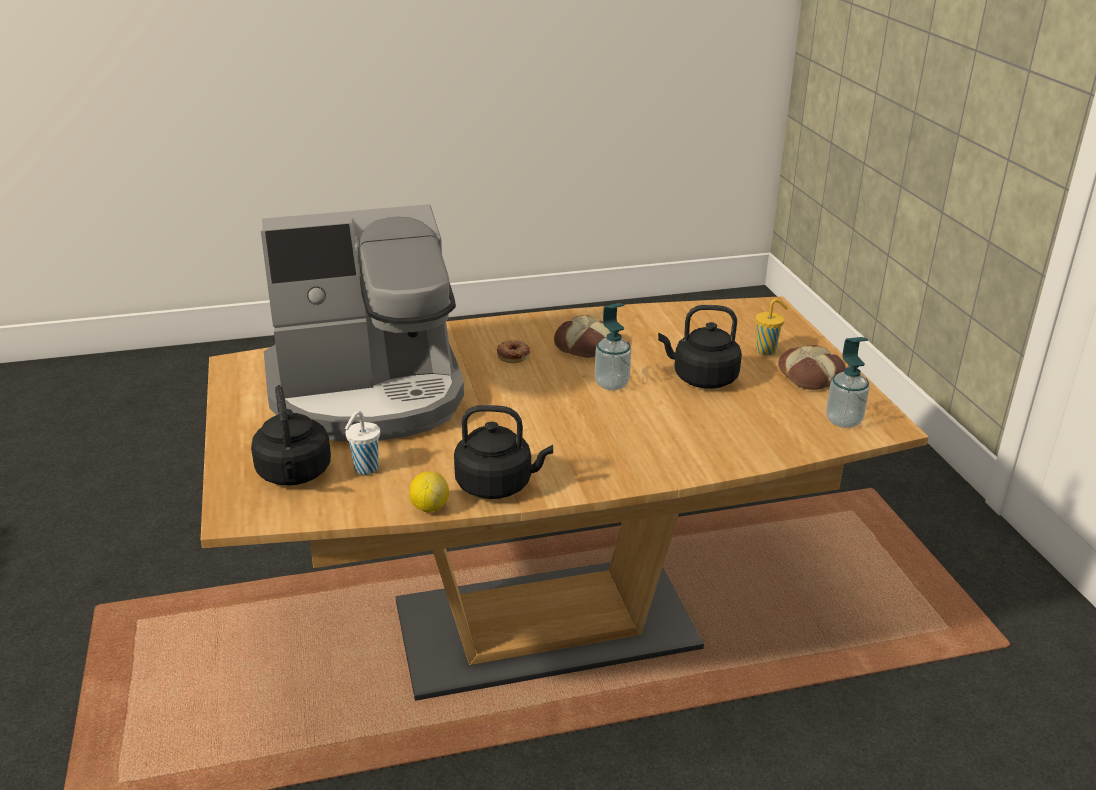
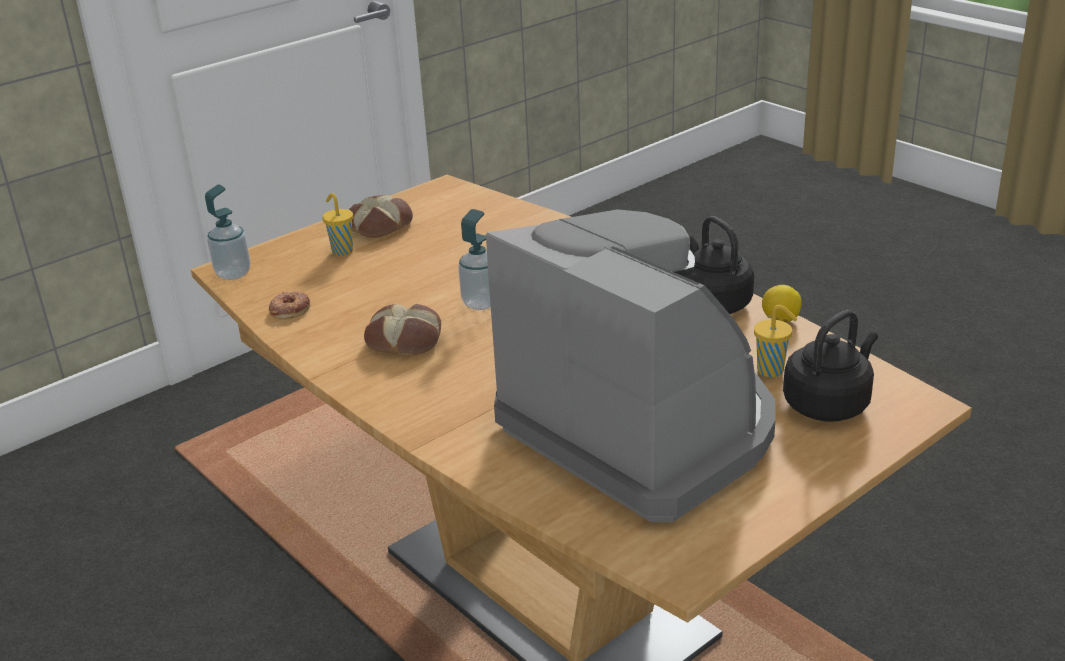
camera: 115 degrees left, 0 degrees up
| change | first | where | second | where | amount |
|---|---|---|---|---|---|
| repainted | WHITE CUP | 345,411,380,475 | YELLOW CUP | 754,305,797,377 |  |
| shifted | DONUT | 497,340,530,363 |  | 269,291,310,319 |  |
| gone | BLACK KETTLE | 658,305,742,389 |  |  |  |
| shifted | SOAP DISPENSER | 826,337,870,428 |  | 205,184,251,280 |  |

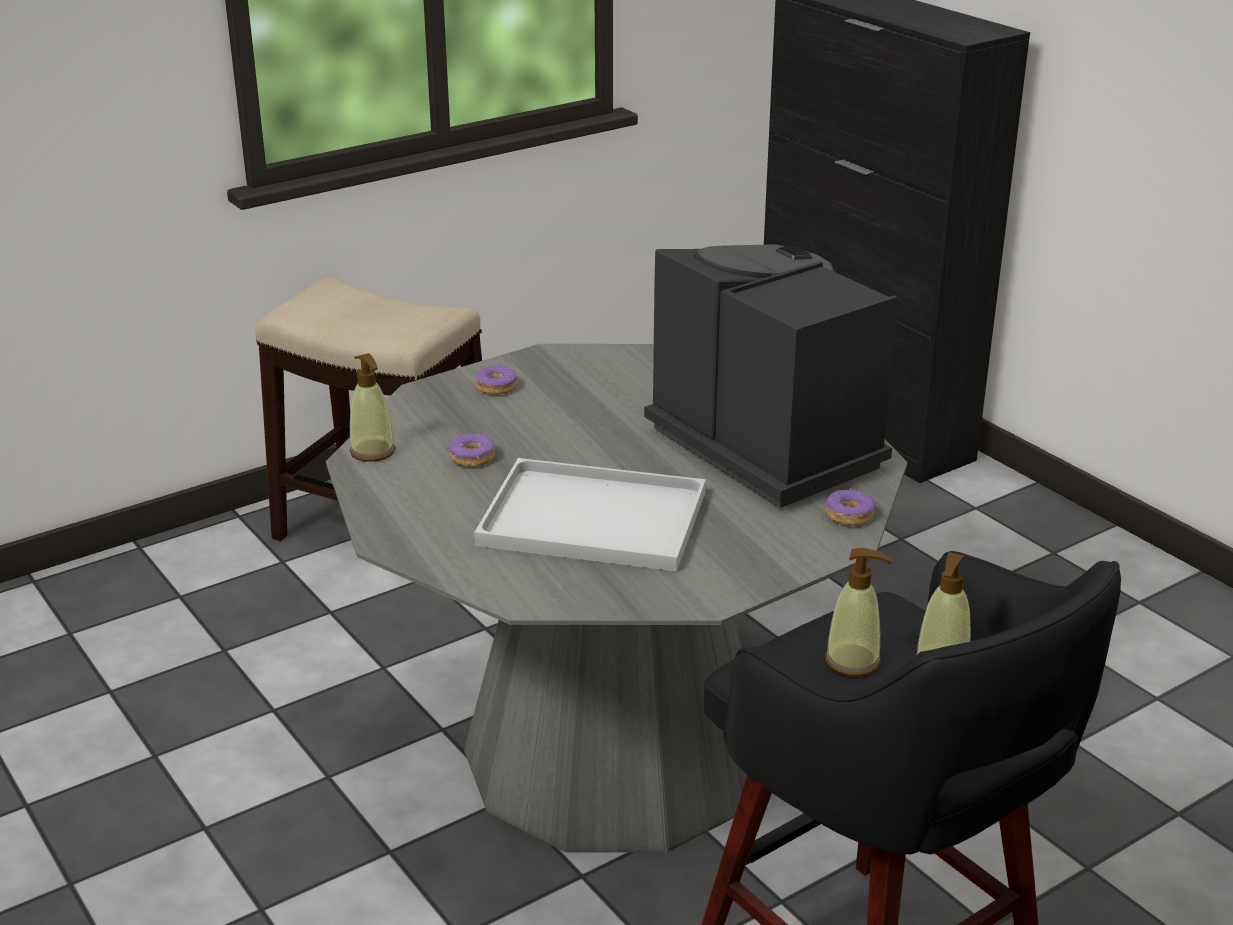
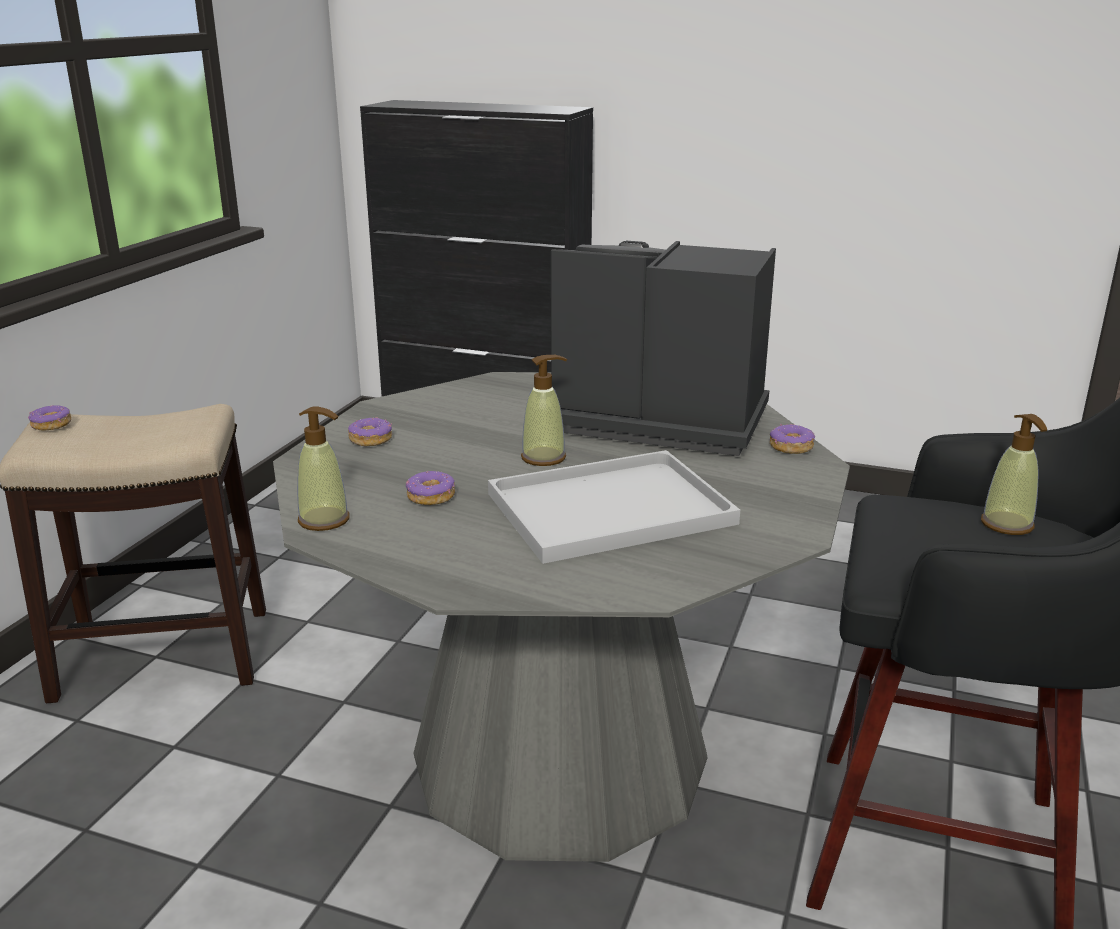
camera: 35 degrees left, 5 degrees down
| change | first | where | second | where | amount |
|---|---|---|---|---|---|
| shifted | SOAP DISPENSER | 825,548,893,677 |  | 521,355,567,466 |  |
| new |  |  | DONUT | 28,405,71,431 |  |

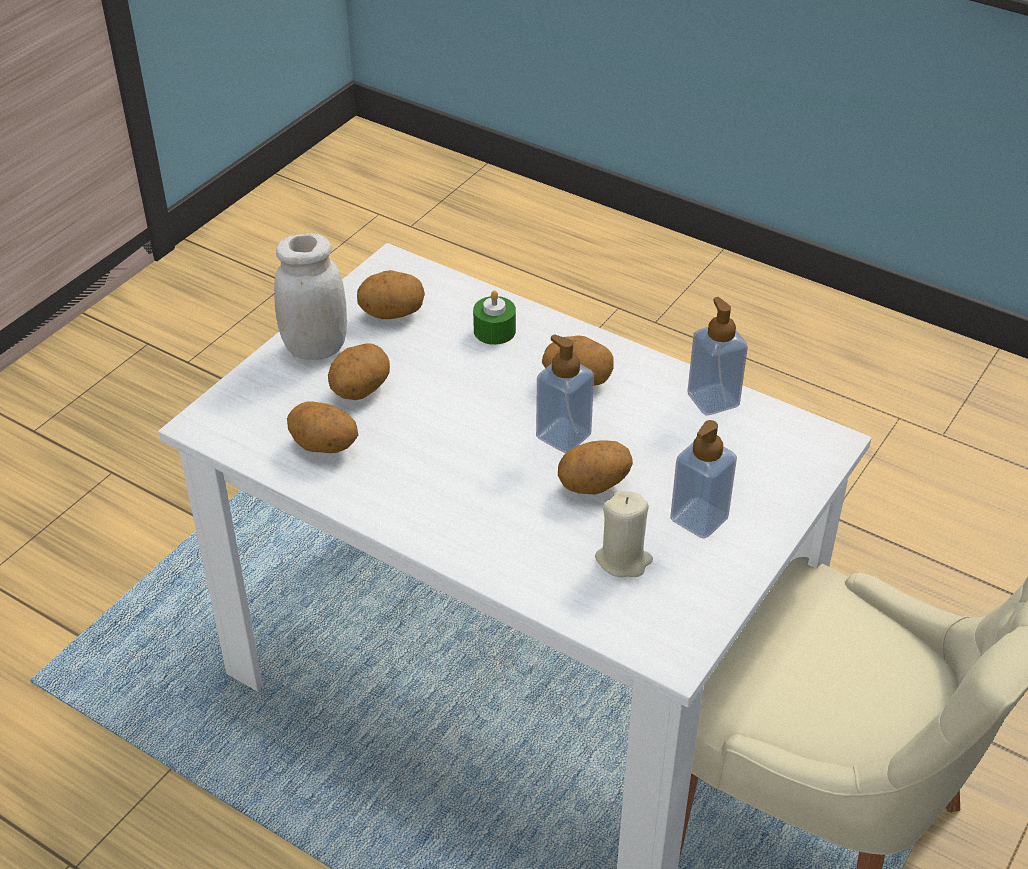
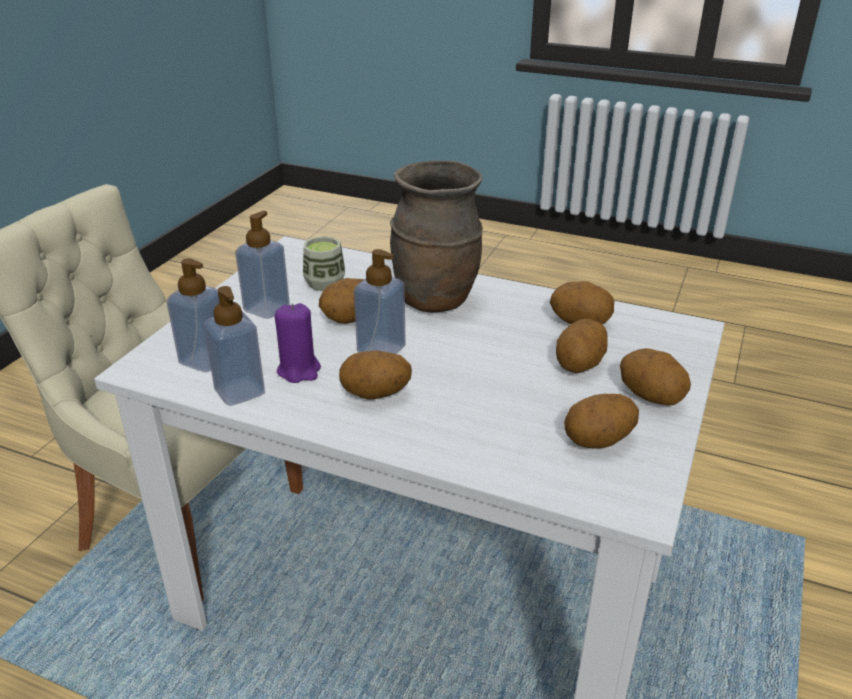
camera: 170 degrees right, 10 degrees down
| change | first | where | second | where | amount |
|---|---|---|---|---|---|
| swapped | WHITE JAR | 274,234,347,360 | POTATO | 620,348,691,406 |  |
| gone | GREEN CANDLE | 473,290,516,345 |  |  |  |
| swapped | BEIGE CANDLE | 595,491,653,577 | CUP | 303,236,345,291 |  |
| new |  |  | SOAP DISPENSER | 166,258,220,372 |  |
| new |  |  | PURPLE CANDLE | 275,303,321,383 |  |
| new |  |  | BROWN VASE | 390,160,483,313 |  |

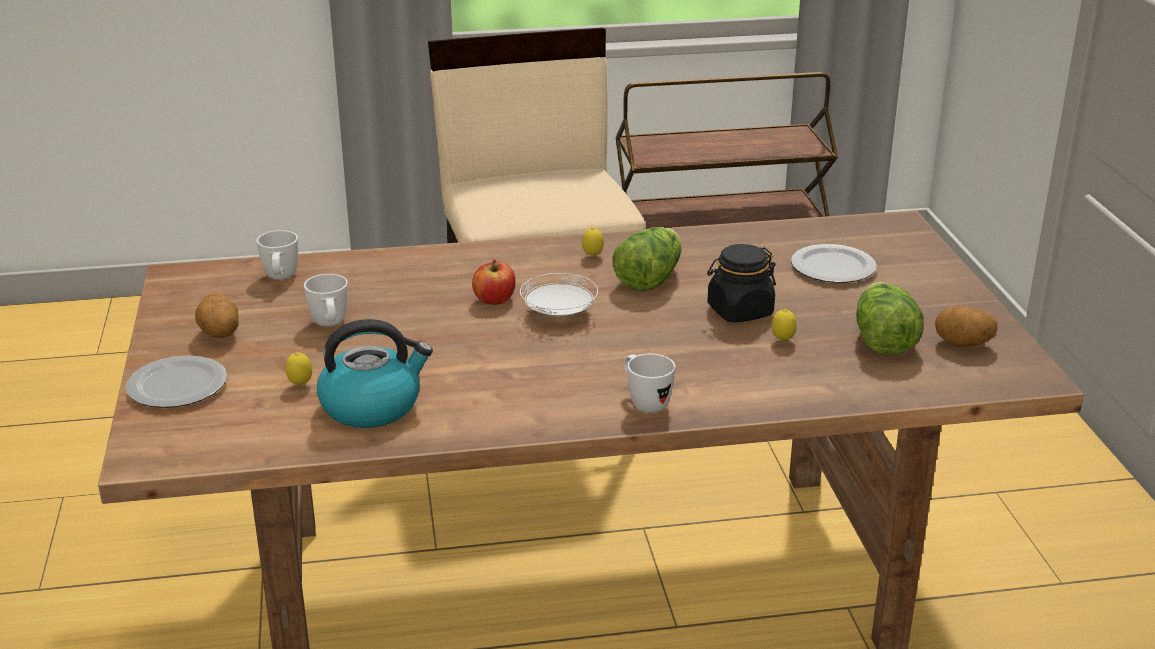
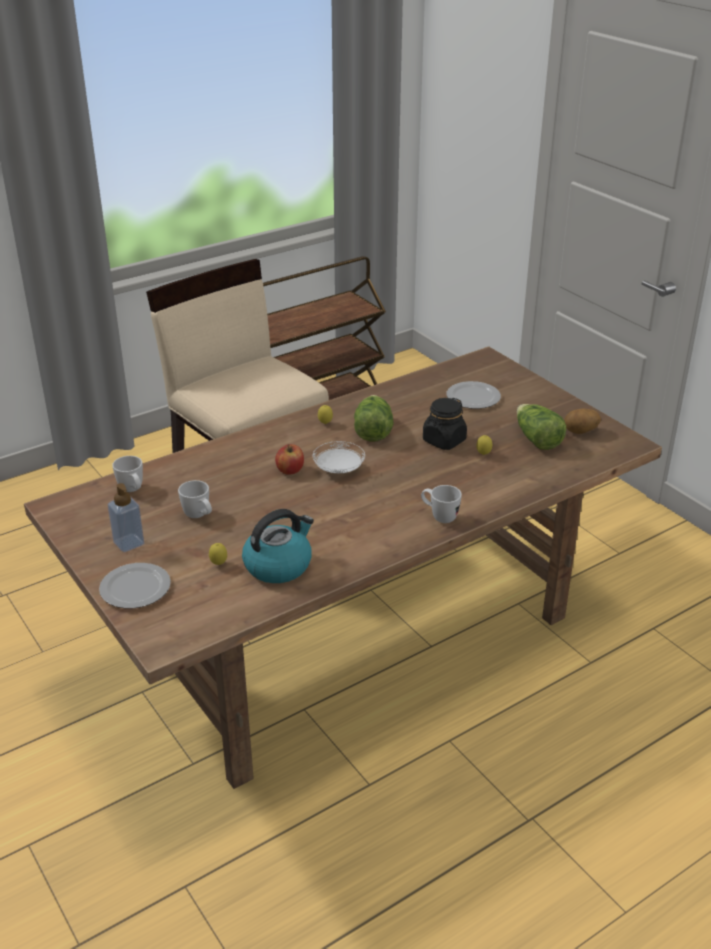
camera: 25 degrees left, 5 degrees up
| change | first | where | second | where | amount |
|---|---|---|---|---|---|
| swapped | POTATO | 195,294,239,338 | SOAP DISPENSER | 108,483,144,552 |  |

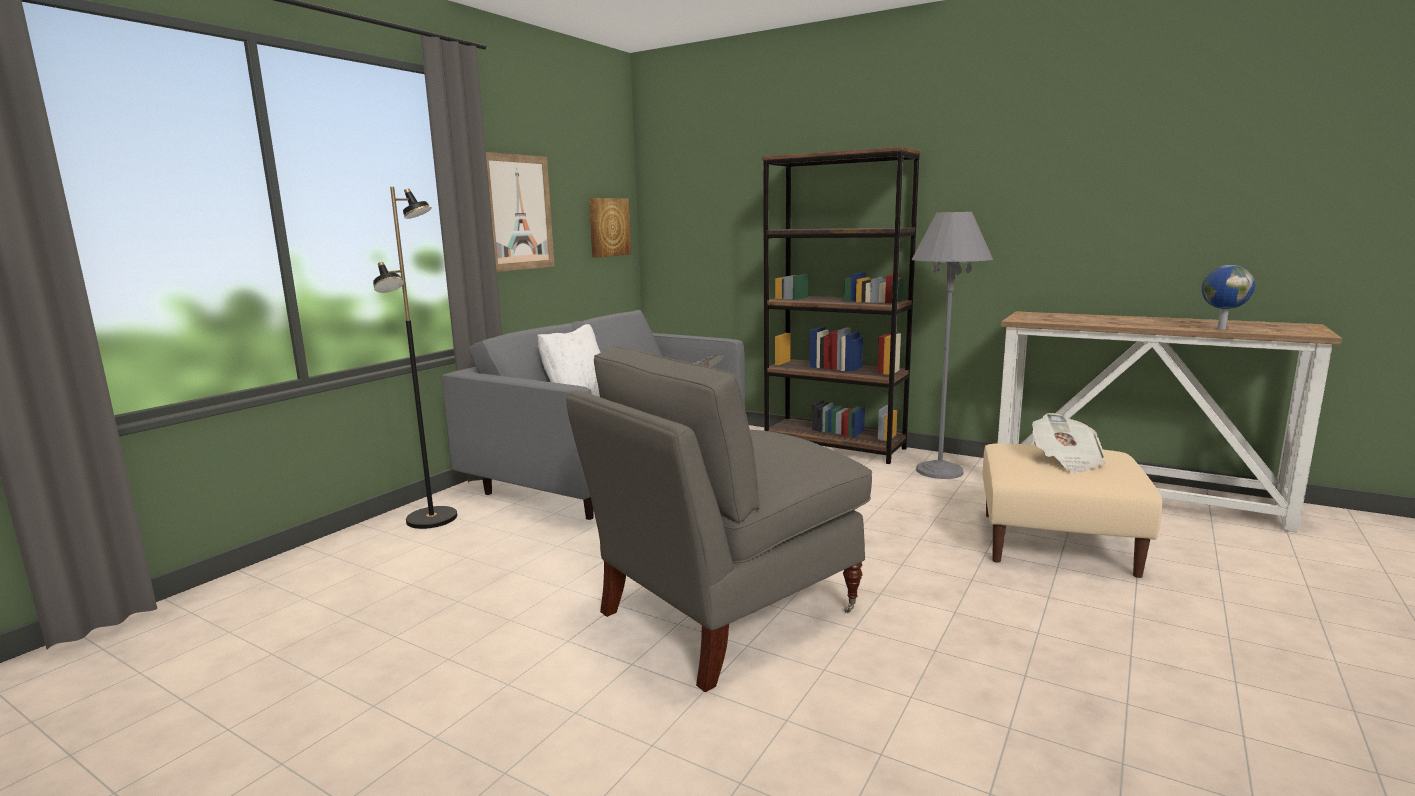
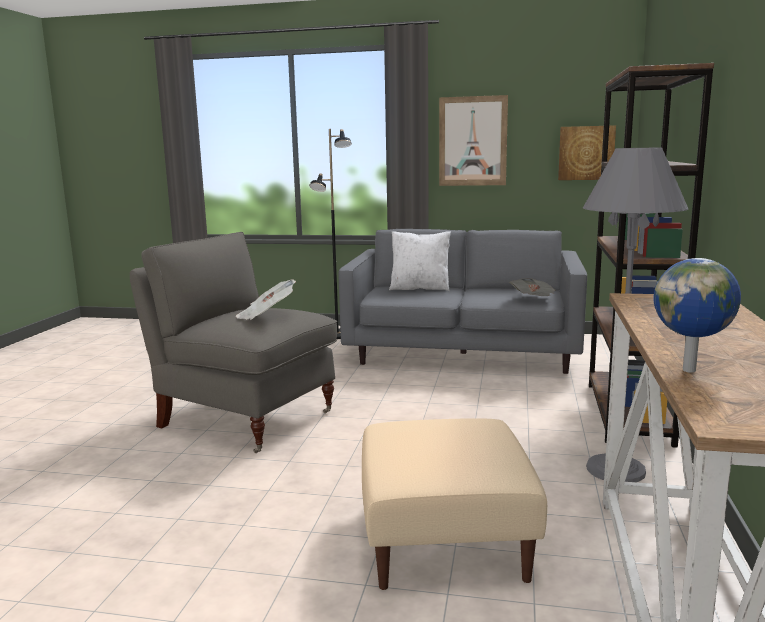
camera: 70 degrees right, 0 degrees up
| change | first | where | second | where | amount |
|---|---|---|---|---|---|
| shifted | NEWSPAPER | 1032,413,1106,473 |  | 236,279,296,320 |  |

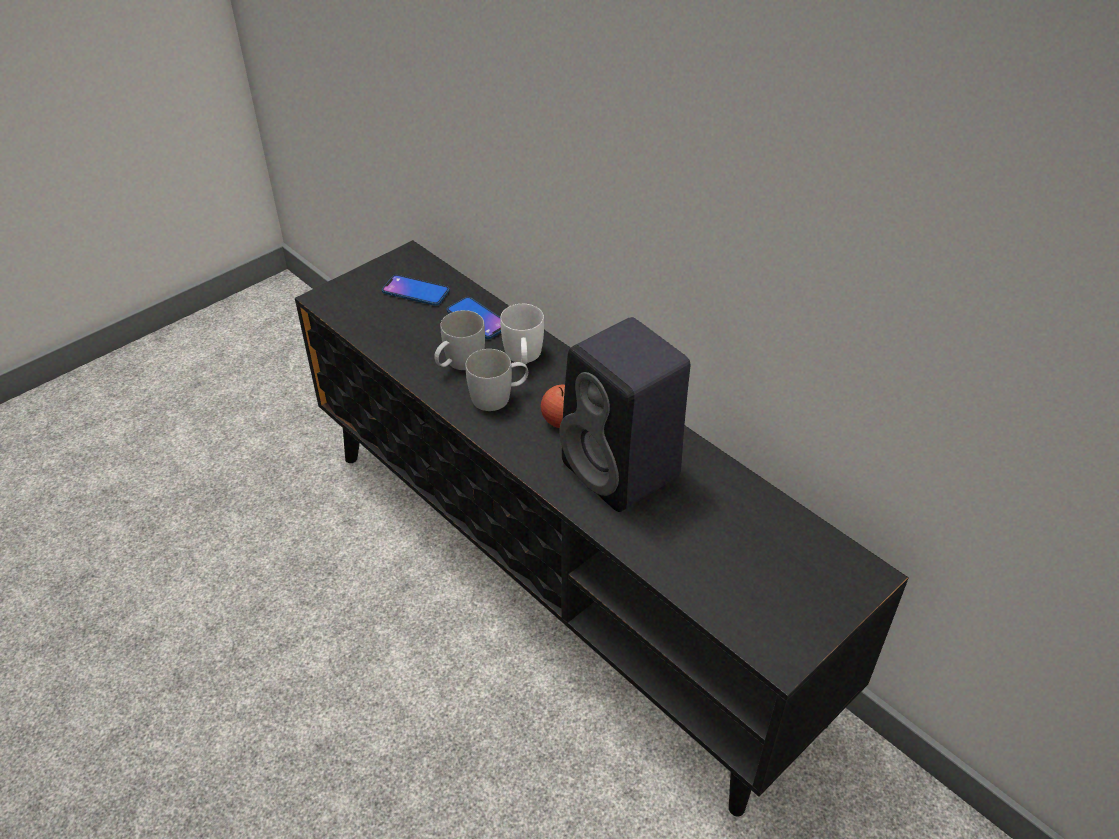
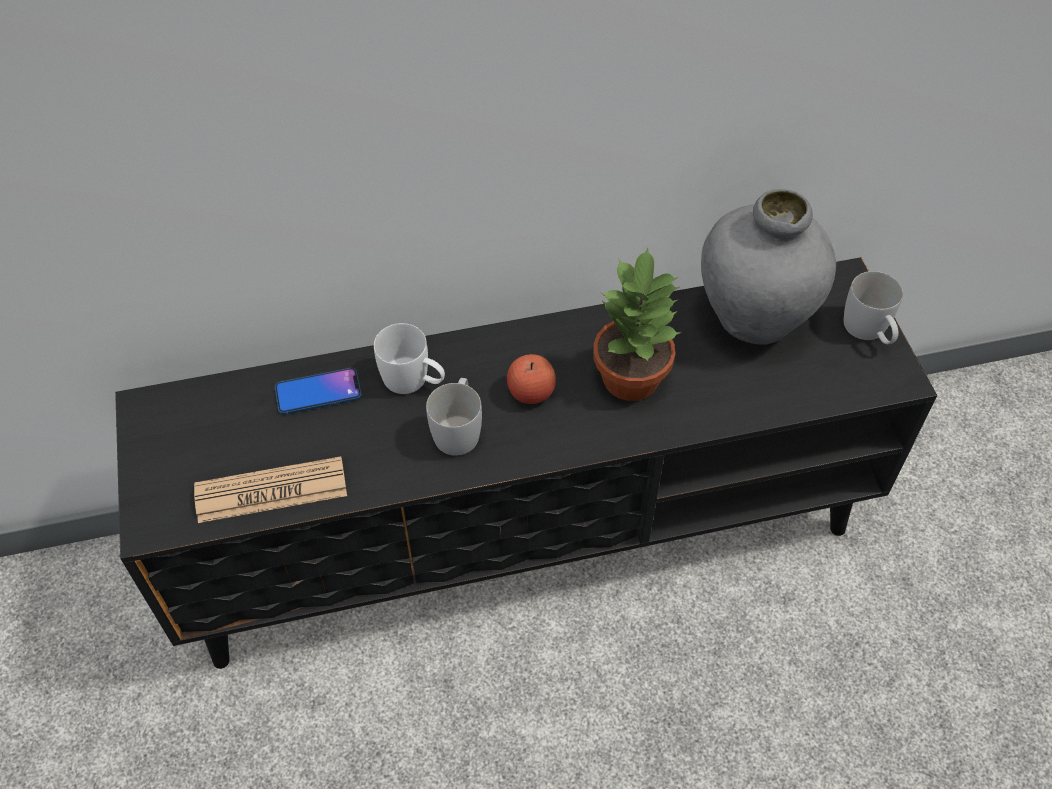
camera: 60 degrees left, 10 degrees up
| change | first | where | second | where | amount |
|---|---|---|---|---|---|
| gone | PHONE | 382,275,450,306 |  |  |  |
| shifted | WHITE MUG | 434,310,485,370 |  | 844,271,903,344 |  |
| swapped | BLACK SPEAKER | 559,317,690,512 | POTTED PLANT | 593,248,682,401 |  |
| new |  |  | NEWSPAPER | 194,456,347,523 |  |
| new |  |  | GREY VASE | 701,189,836,345 |  |

